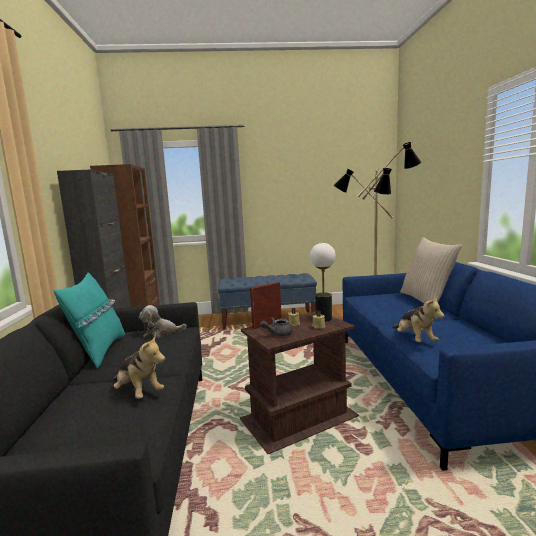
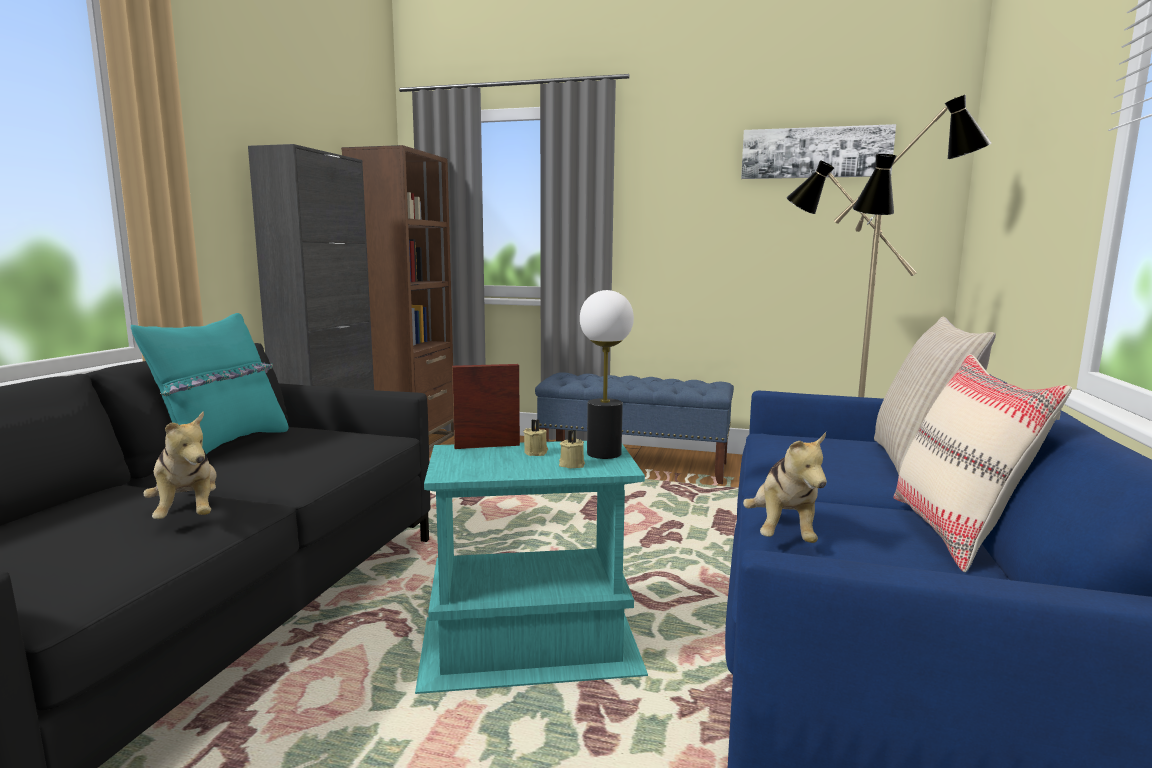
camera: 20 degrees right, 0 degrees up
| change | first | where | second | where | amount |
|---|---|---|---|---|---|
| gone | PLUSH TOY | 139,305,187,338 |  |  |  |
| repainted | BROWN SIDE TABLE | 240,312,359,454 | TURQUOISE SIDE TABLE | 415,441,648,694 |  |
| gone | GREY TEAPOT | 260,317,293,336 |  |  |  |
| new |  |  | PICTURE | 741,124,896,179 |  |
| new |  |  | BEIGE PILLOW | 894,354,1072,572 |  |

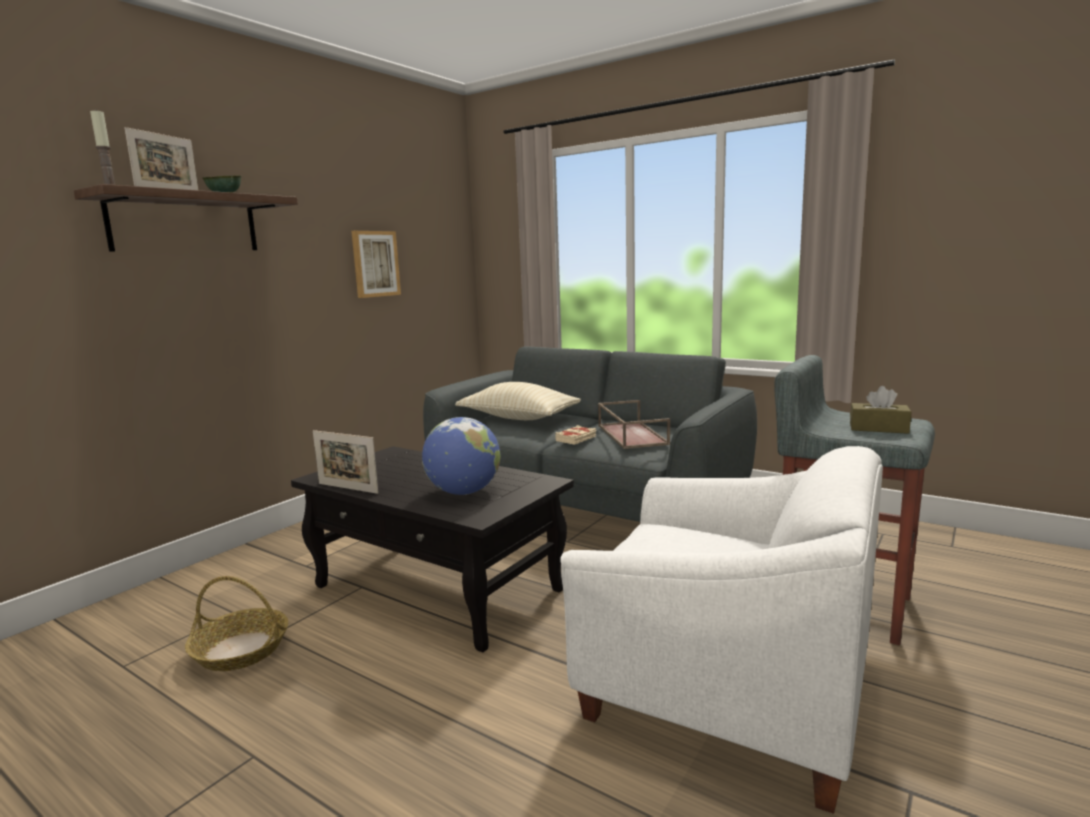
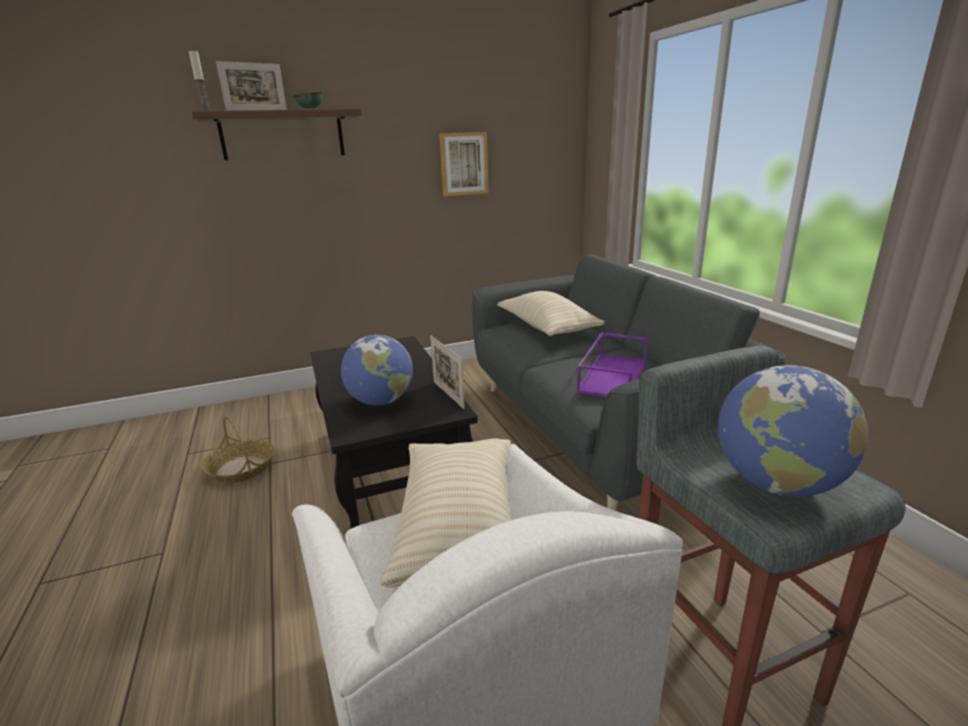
camera: 35 degrees right, 10 degrees up
| change | first | where | second | where | amount |
|---|---|---|---|---|---|
| shifted | PICTURE FRAME | 313,430,379,494 |  | 430,336,465,409 |  |
| gone | BEIGE BOOK | 555,425,596,445 |  |  |  |
| repainted | BROWN TRAY | 598,400,670,449 | PURPLE TRAY | 577,332,648,397 |  |
| swapped | BROWN TISSUE BOX | 850,386,911,434 | GLOBE | 718,365,868,497 |  |
| new |  |  | BEIGE PILLOW | 380,438,511,587 |  |

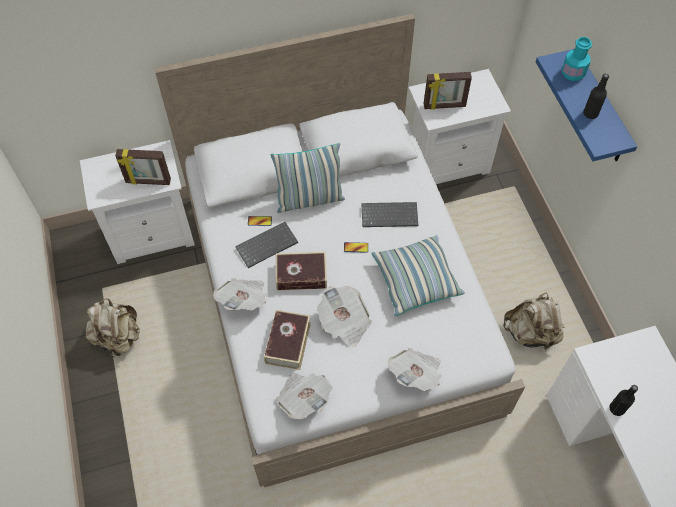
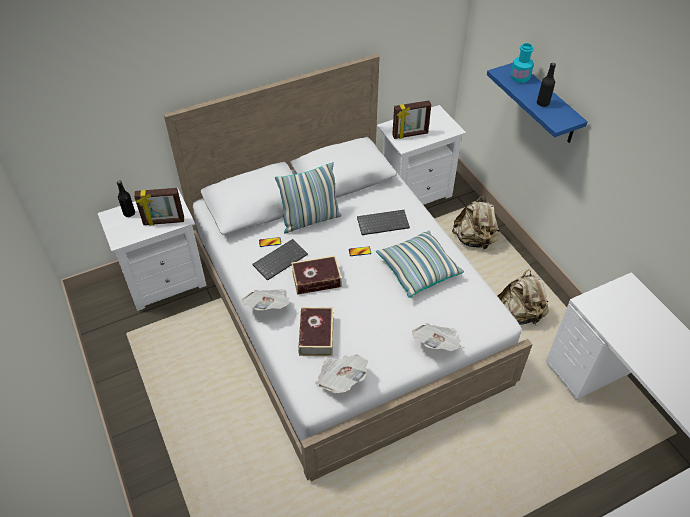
camera: 10 degrees left, 10 degrees down
| change | first | where | second | where | amount |
|---|---|---|---|---|---|
| shifted | BEIGE BACKPACK | 86,298,140,357 |  | 452,196,500,250 |  |
| gone | NEWSPAPER | 317,286,372,347 |  |  |  |
| shifted | BLACK BOTTLE | 609,385,638,416 |  | 117,181,135,217 |  |

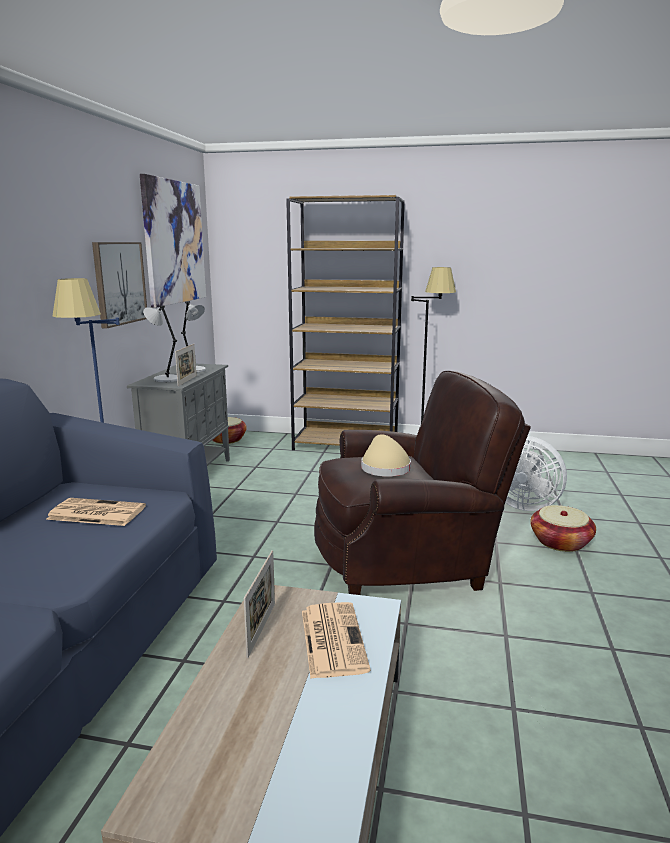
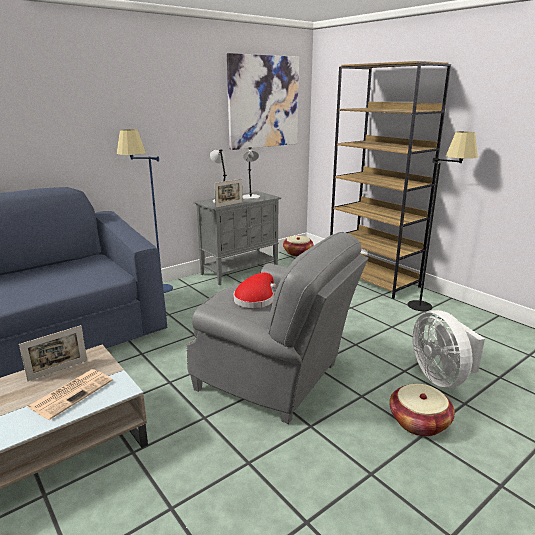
camera: 40 degrees right, 5 degrees up
| change | first | where | second | where | amount |
|---|---|---|---|---|---|
| gone | NEWSPAPER | 46,498,146,526 |  |  |  |
| gone | PICTURE | 92,242,147,328 |  |  |  |
| repainted | BROWN ARMCHAIR | 314,371,531,595 | GREY ARMCHAIR | 187,232,368,424 |  |
| repainted | BEIGE HAT | 361,434,411,477 | RED HAT | 234,273,276,308 |  |

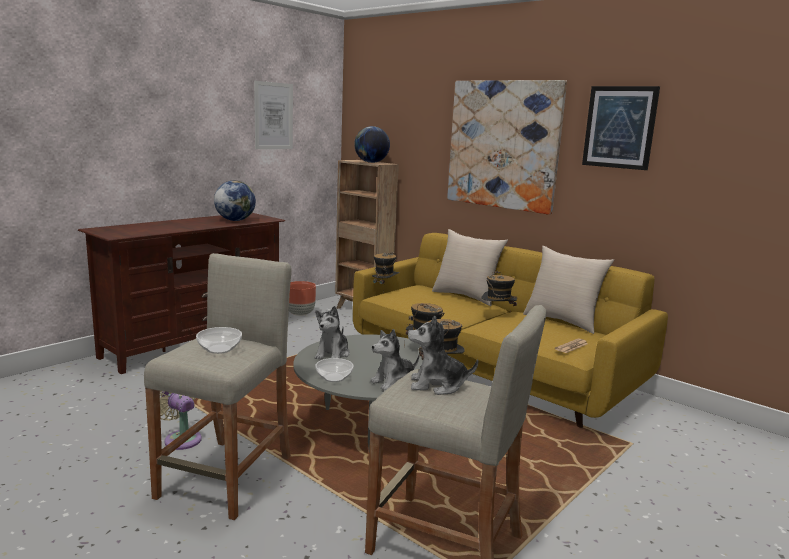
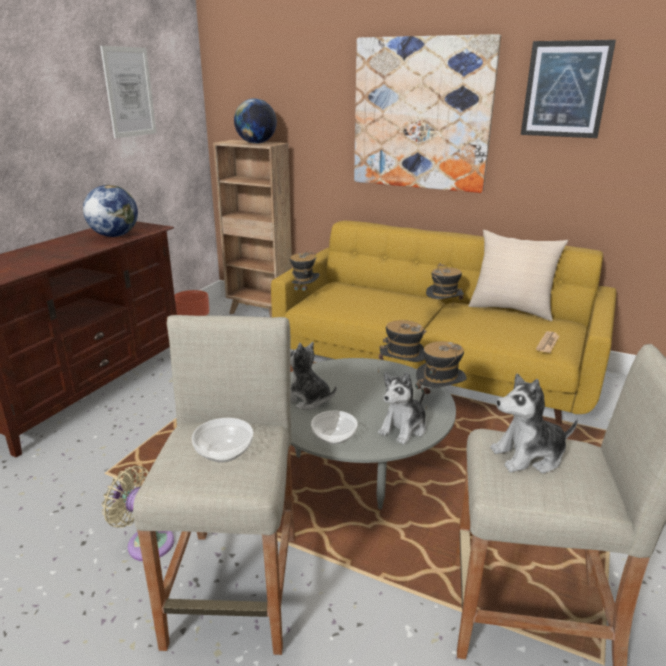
camera: 15 degrees left, 10 degrees up
| change | first | where | second | where | amount |
|---|---|---|---|---|---|
| rotated | PLUSH TOY | 315,306,350,360 |  | 290,342,337,410 | 120 degrees clockwise |
| gone | BEIGE PILLOW | 432,229,508,306 |  |  |  |

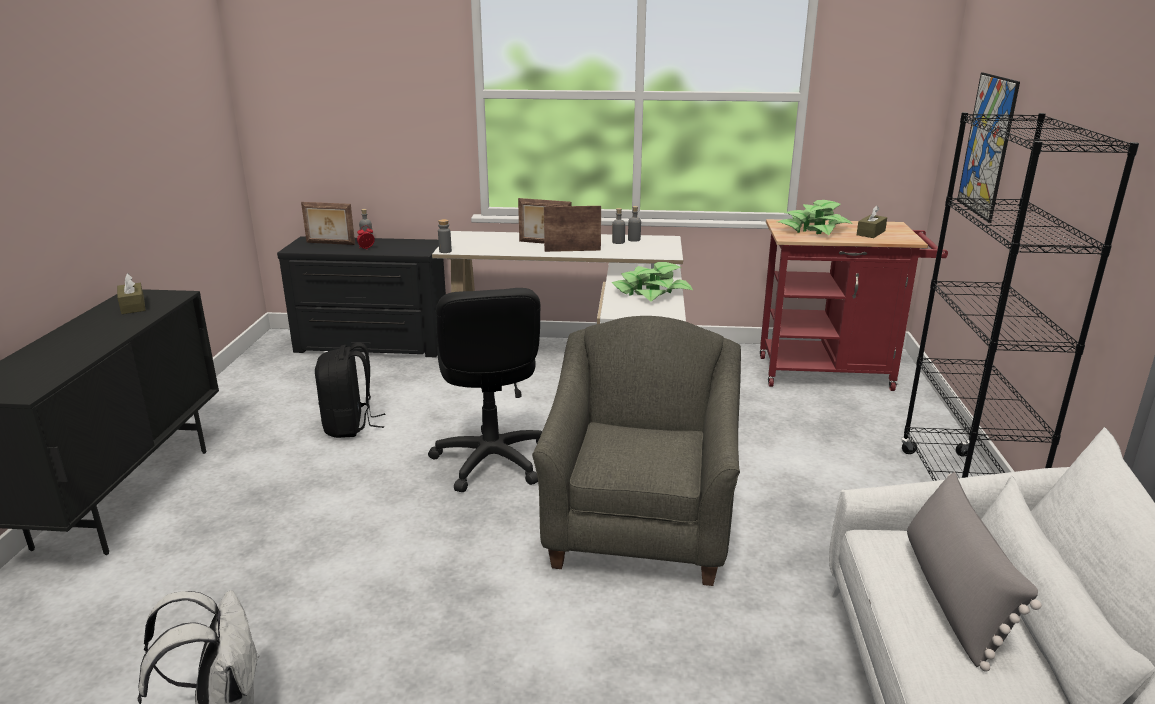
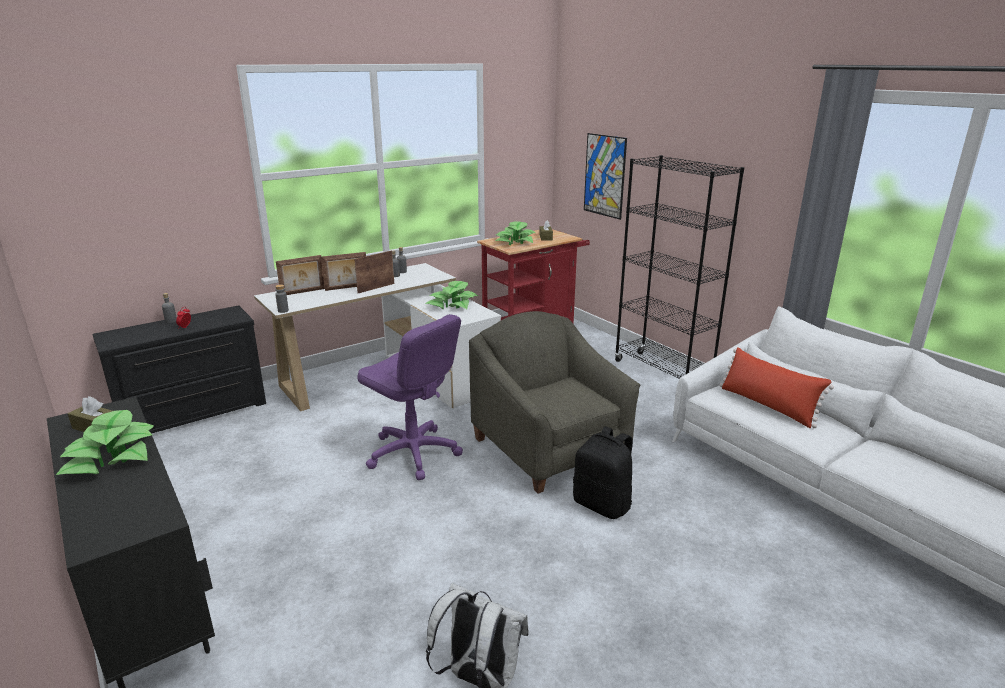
camera: 40 degrees left, 0 degrees up
| change | first | where | second | where | amount |
|---|---|---|---|---|---|
| shifted | PICTURE FRAME | 301,202,355,245 |  | 276,255,325,295 |  |
| shifted | BLACK BACKPACK | 315,343,386,438 |  | 573,426,633,519 |  |
| repainted | BLACK OFFICE CHAIR | 428,288,542,492 | PURPLE OFFICE CHAIR | 357,314,463,480 |  |
| repainted | GREY PILLOW | 907,472,1042,672 | RED PILLOW | 720,347,834,428 |  |
| new |  |  | POTTED PLANT | 56,410,154,475 |  |

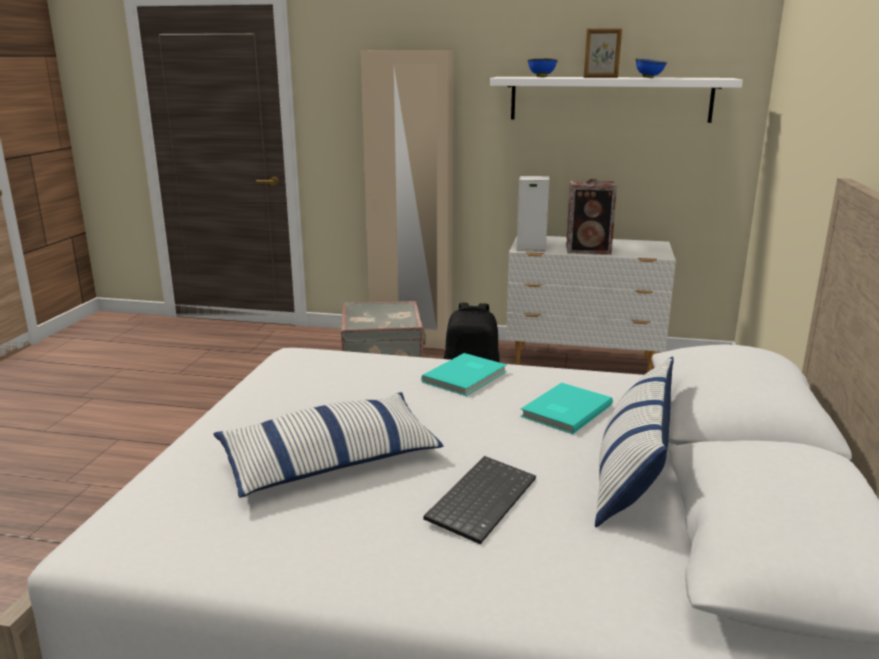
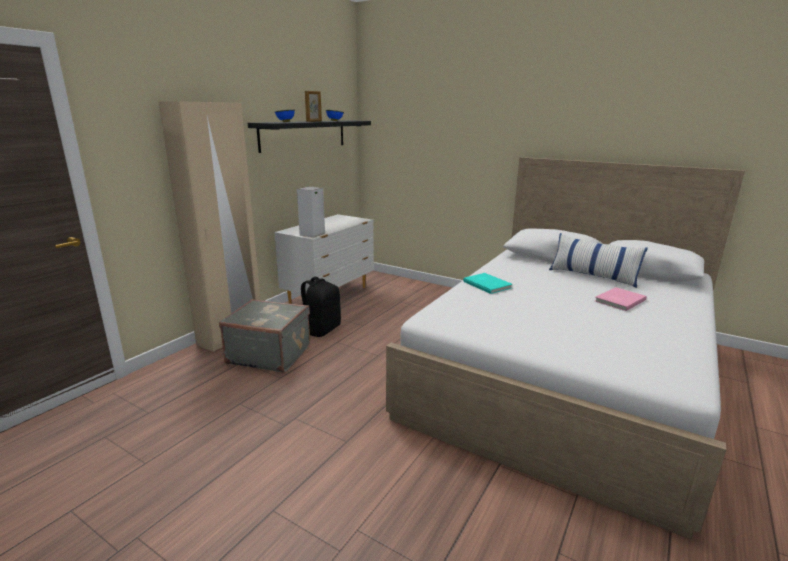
camera: 70 degrees left, 0 degrees up
| change | first | where | second | where | amount |
|---|---|---|---|---|---|
| gone | PILLOW | 213,392,444,498 |  |  |  |
| swapped | KEYBOARD | 423,456,536,544 | PINK BOOK | 595,287,647,311 |  |
| repainted | WHITE SHELF | 490,77,743,123 | BLACK SHELF | 248,120,371,153 |  |
| gone | TURQUOISE BOOK | 520,383,613,434 |  |  |  |
| gone | SPEAKER | 566,179,617,255 |  |  |  |

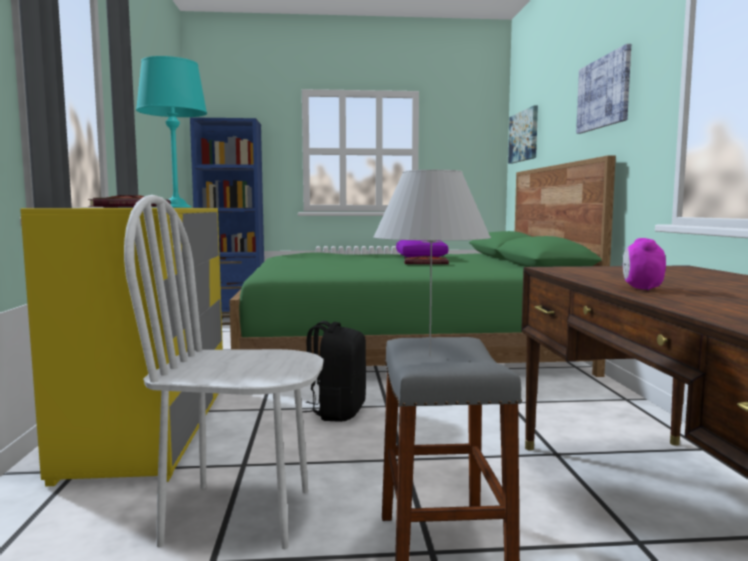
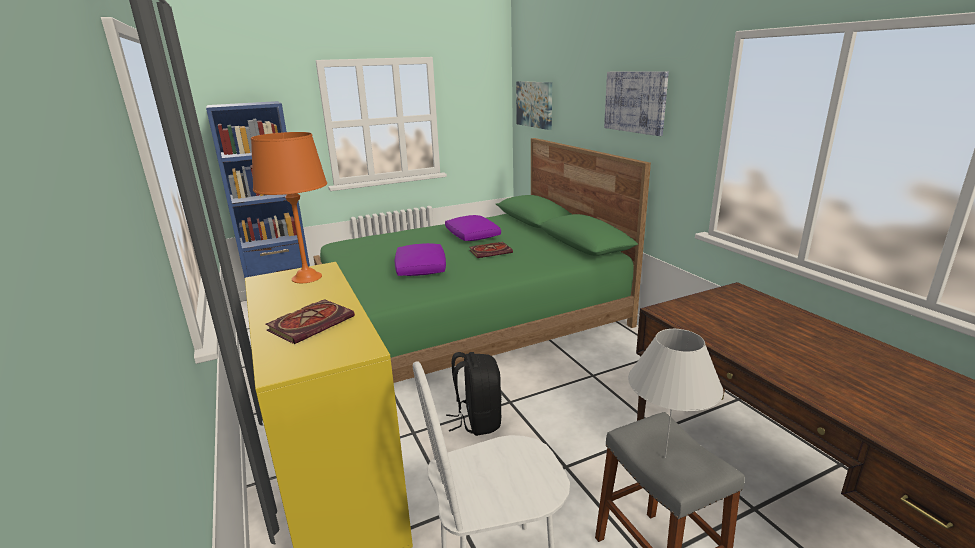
camera: 20 degrees left, 15 degrees up
| change | first | where | second | where | amount |
|---|---|---|---|---|---|
| repainted | TURQUOISE TABLE LAMP | 136,56,207,208 | ORANGE TABLE LAMP | 251,132,327,283 |  |
| gone | ALARM CLOCK | 623,238,666,291 |  |  |  |
| new |  |  | PURPLE PILLOW | 395,243,446,276 |  |

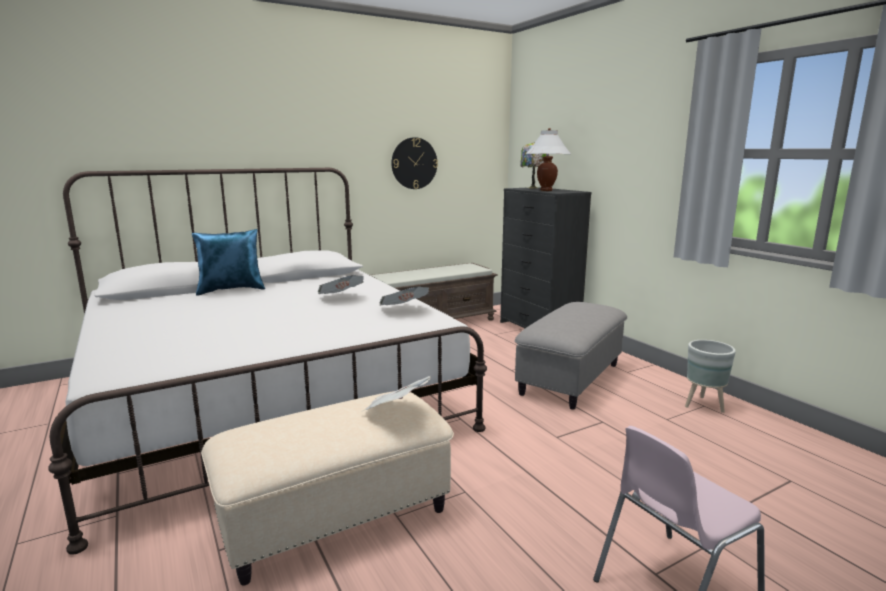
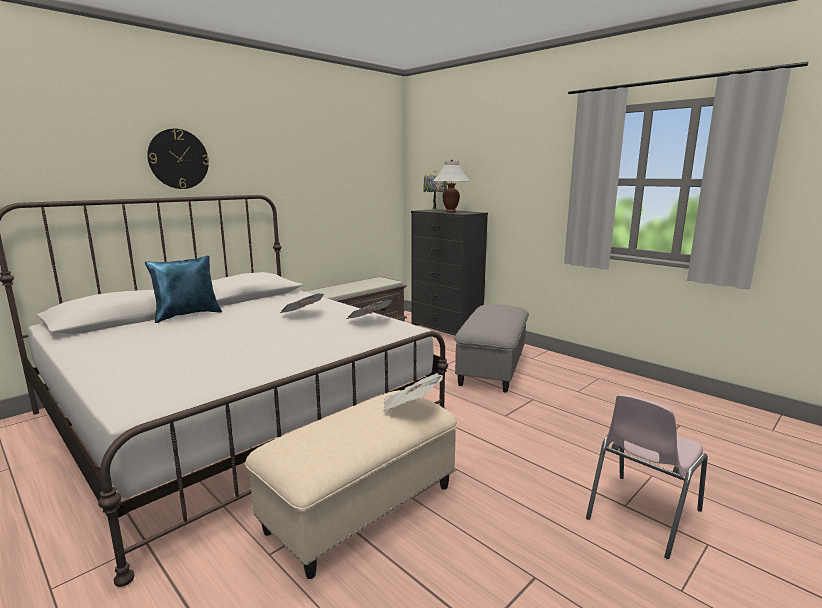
camera: 15 degrees left, 0 degrees up
| change | first | where | second | where | amount |
|---|---|---|---|---|---|
| shifted | WALL CLOCK | 392,137,438,189 |  | 147,129,209,189 |  |
| gone | GREY PLANTER | 685,340,736,413 |  |  |  |

